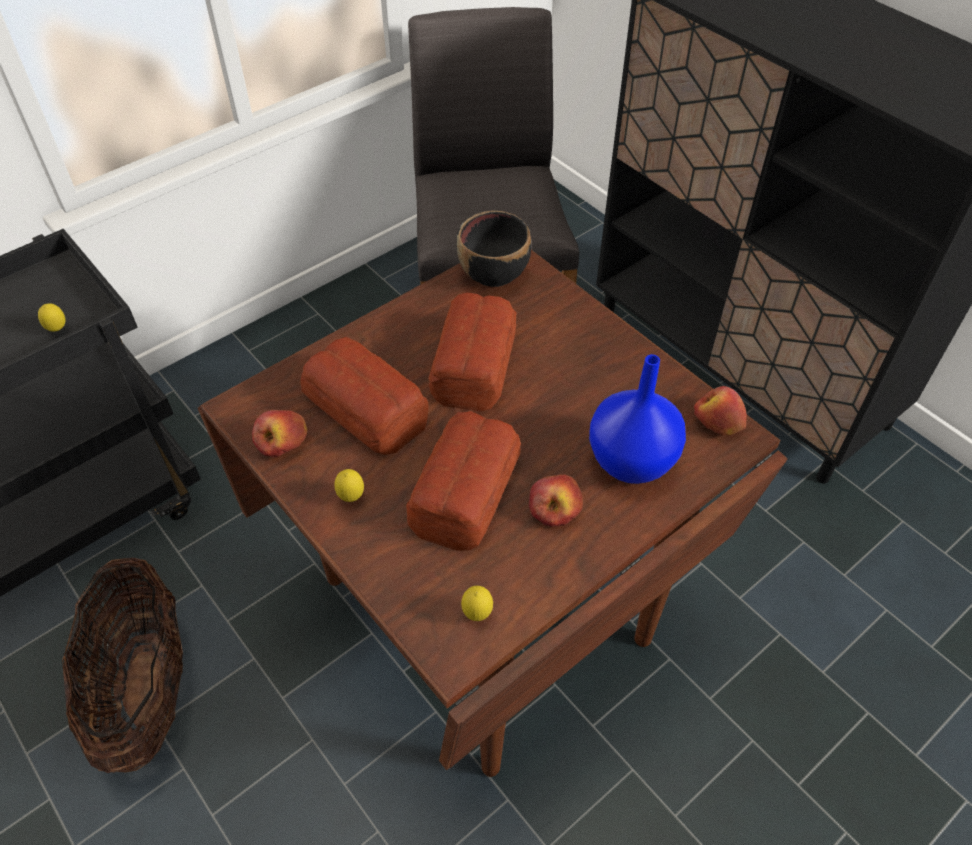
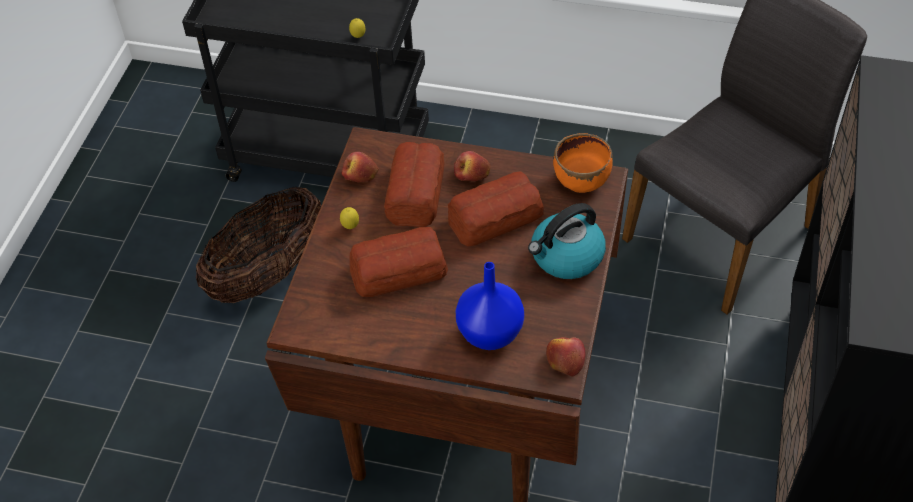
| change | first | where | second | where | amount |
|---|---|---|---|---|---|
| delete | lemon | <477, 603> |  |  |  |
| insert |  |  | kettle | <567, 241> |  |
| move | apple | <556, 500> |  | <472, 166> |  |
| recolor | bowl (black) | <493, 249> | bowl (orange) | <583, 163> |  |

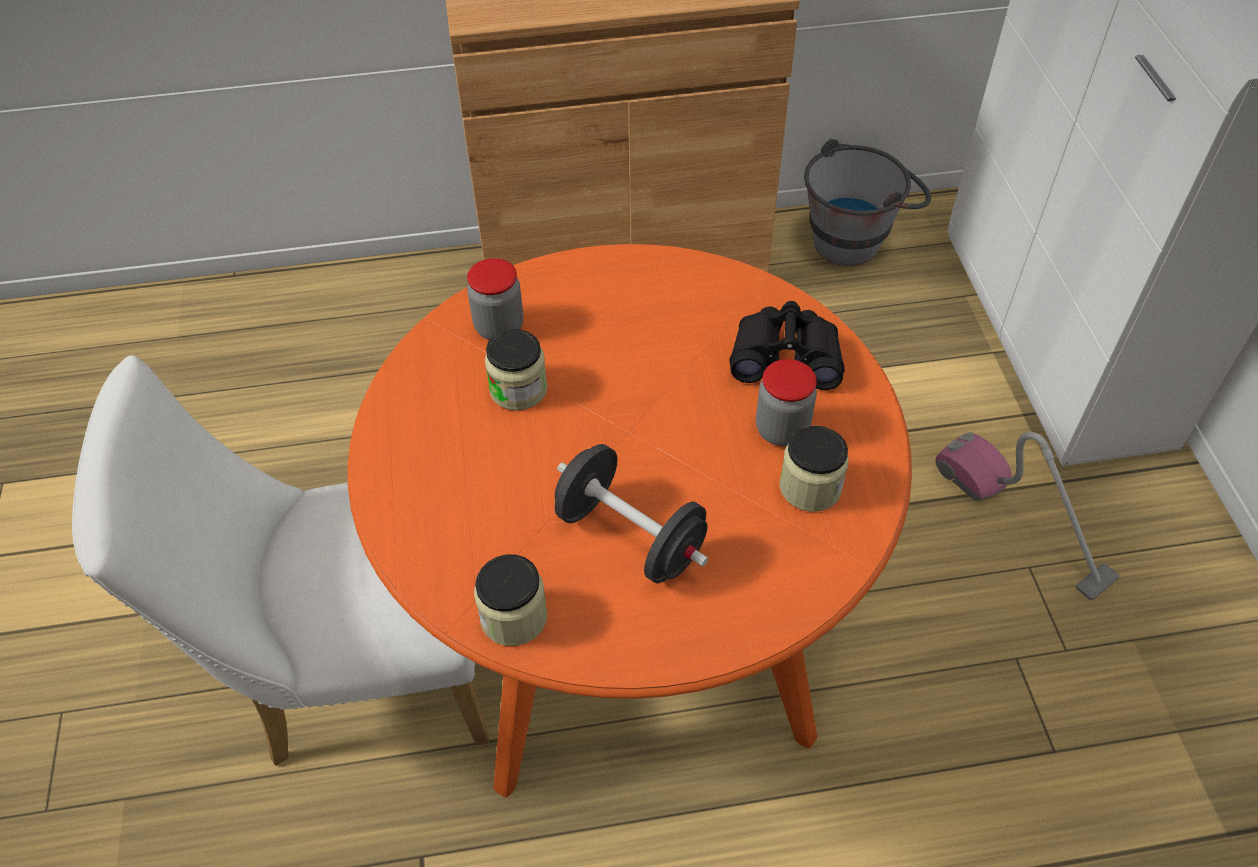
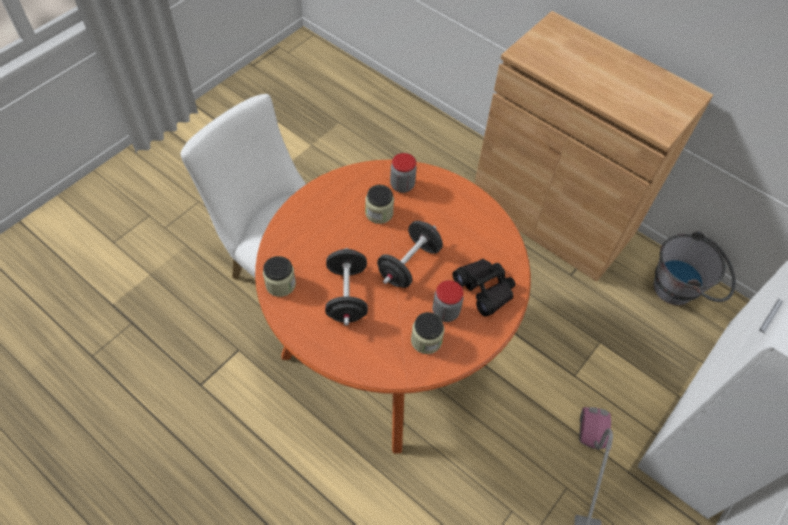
| change | first | where | second | where | amount |
|---|---|---|---|---|---|
| insert |  |  | dumbbell (black) | <410, 254> |  |

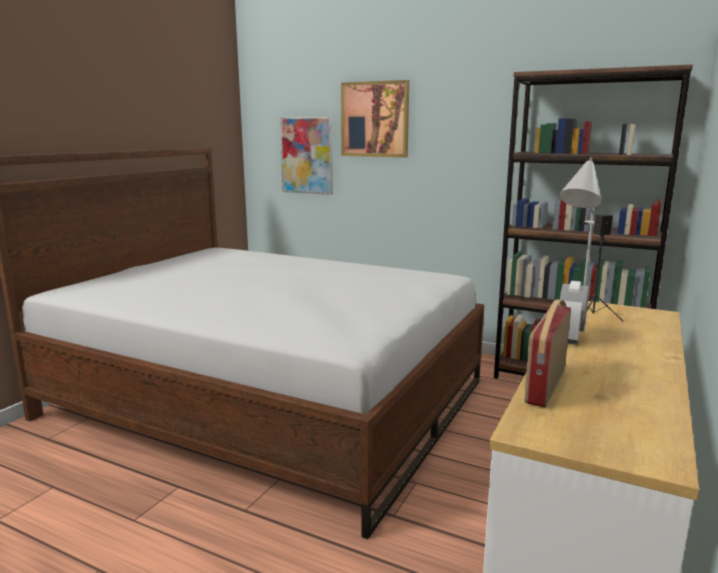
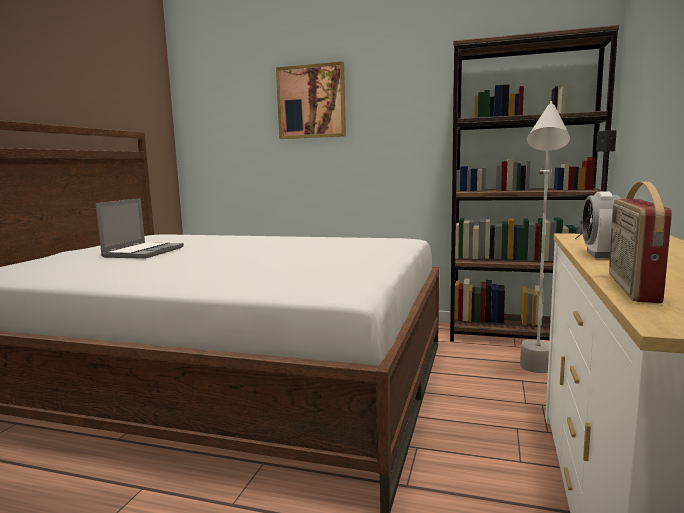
| change | first | where | second | where | amount |
|---|---|---|---|---|---|
| delete | picture | <306, 155> |  |  |  |
| insert |  |  | laptop | <139, 228> |  |

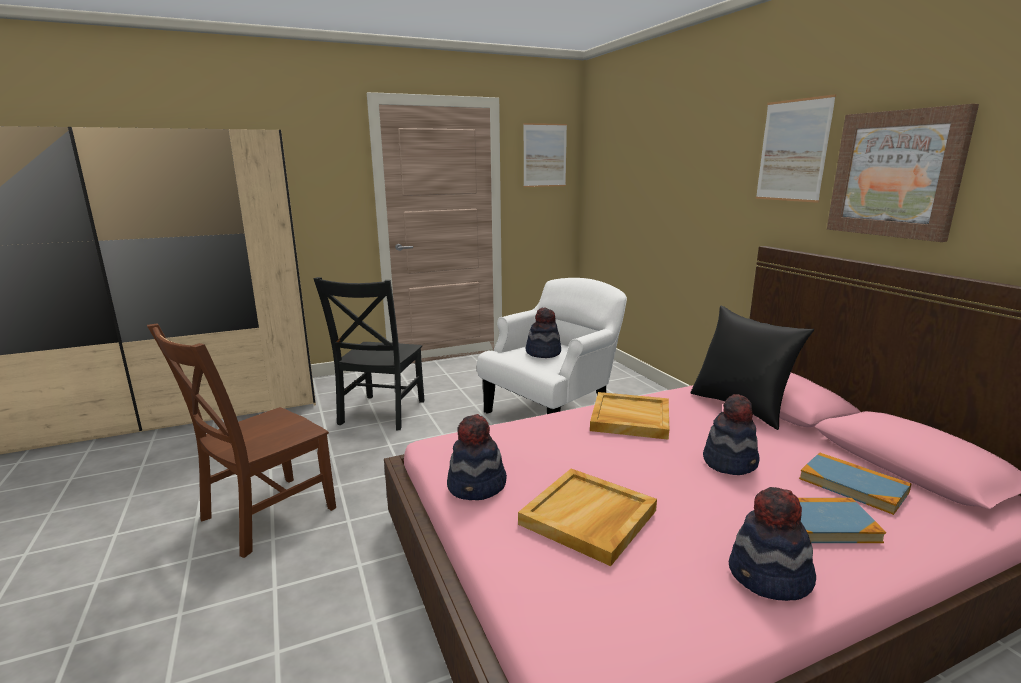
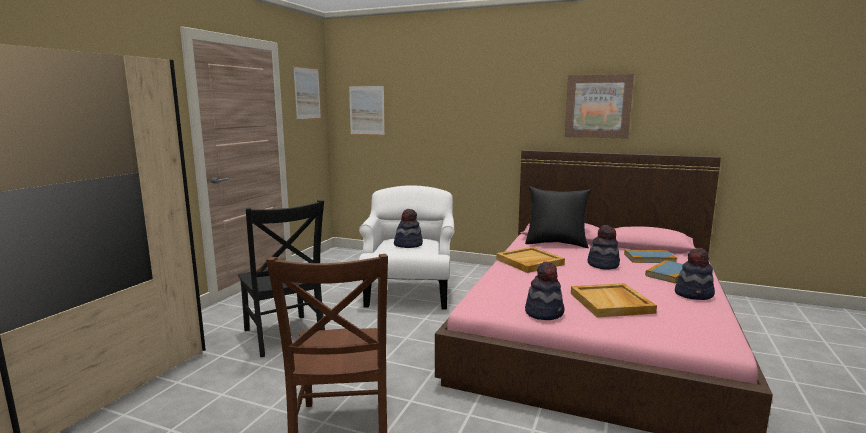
| change | first | where | second | where | amount |
|---|---|---|---|---|---|
| move | picture | <796, 148> |  | <367, 110> |  |

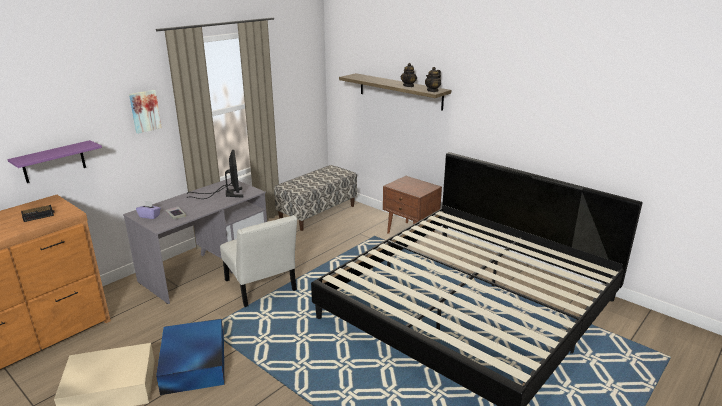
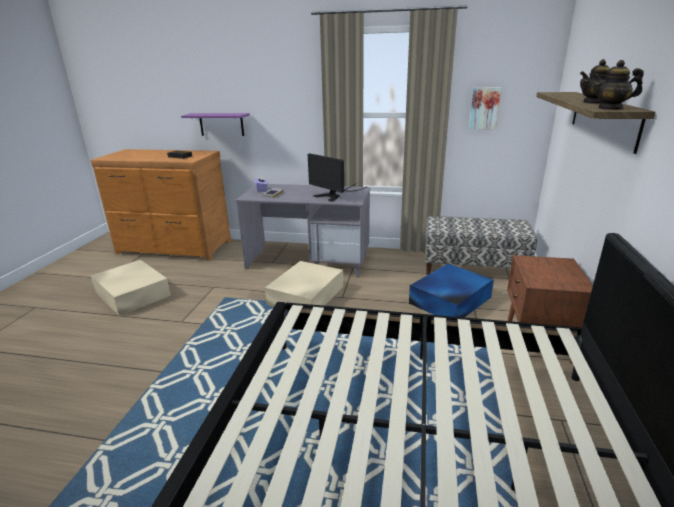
| change | first | where | second | where | amount |
|---|---|---|---|---|---|
| move | picture | <145, 112> |  | <485, 108> |  |
| move | storage box (blue) | <190, 357> |  | <451, 290> |  |
| replace | chair (white) | <258, 261> | storage box (beige) | <304, 284> |  |
| rotate | monitor | <215, 174> |  | <338, 178> | 90 degrees clockwise |

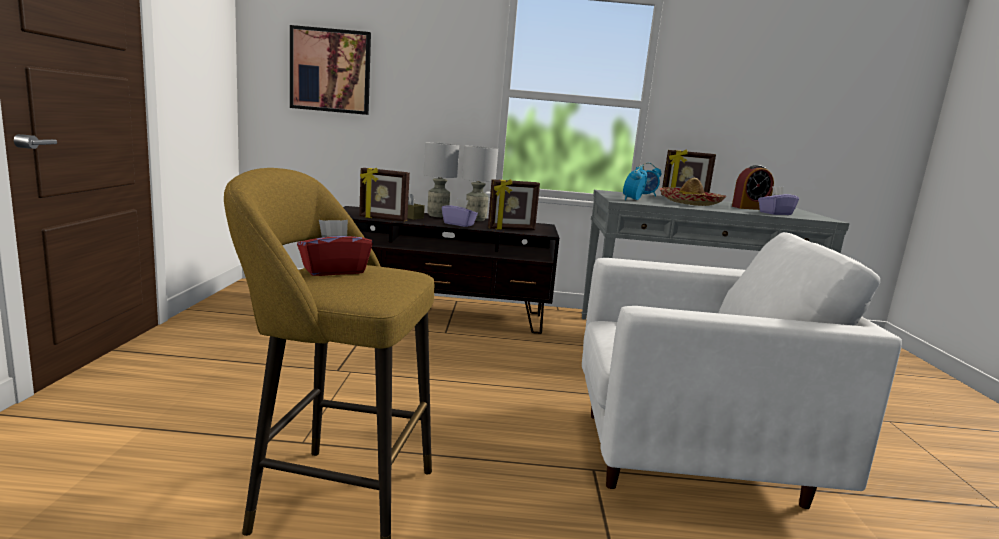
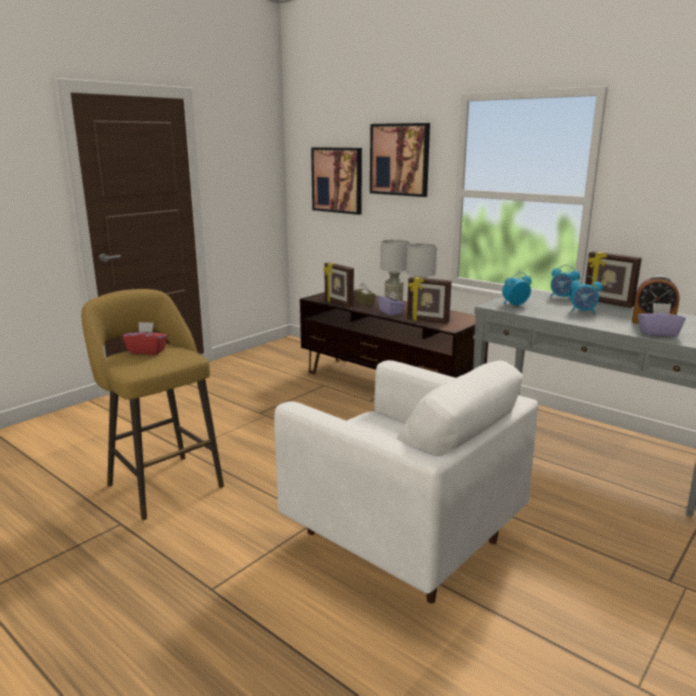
| change | first | where | second | where | amount |
|---|---|---|---|---|---|
| insert |  |  | picture | <400, 160> |  |
| replace | hat | <692, 192> | alarm clock | <586, 295> |  |

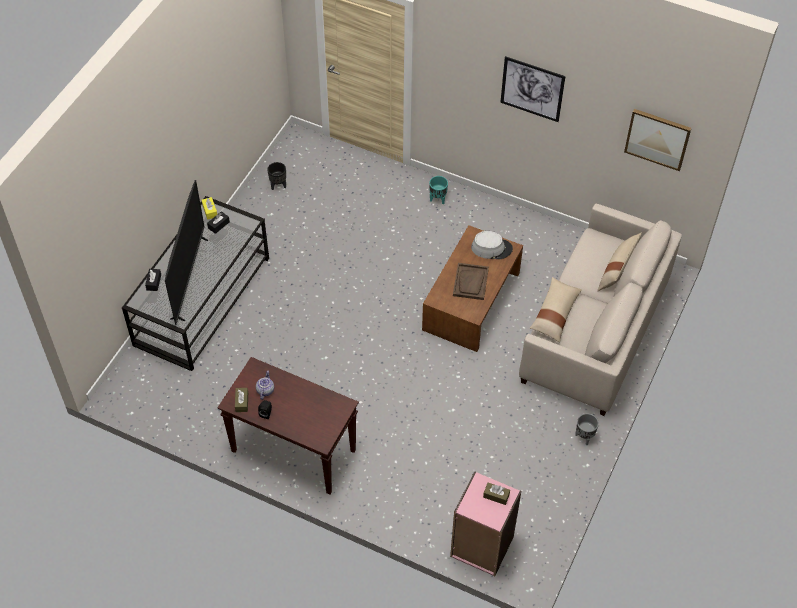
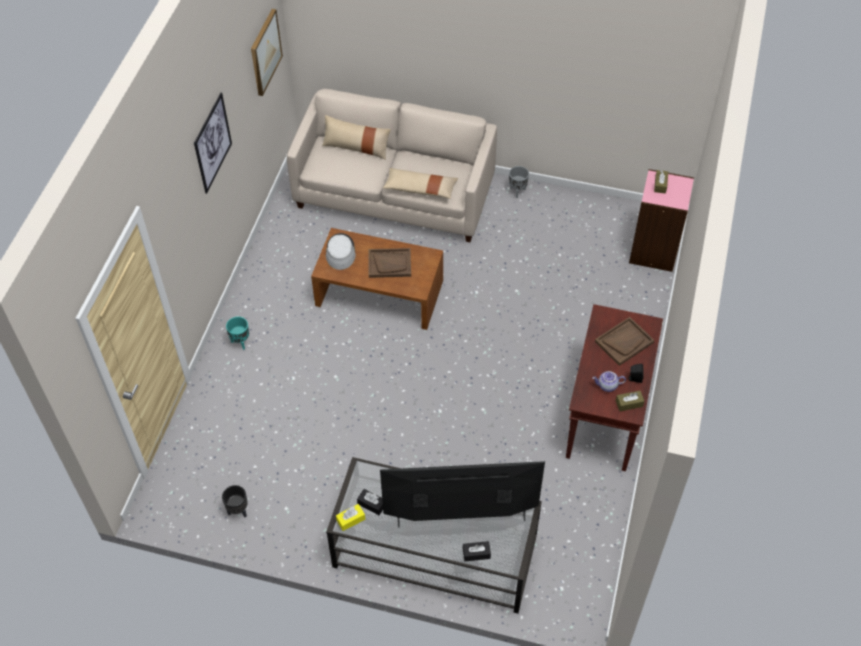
| change | first | where | second | where | amount |
|---|---|---|---|---|---|
| insert |  |  | tray (brown) | <624, 341> |  |

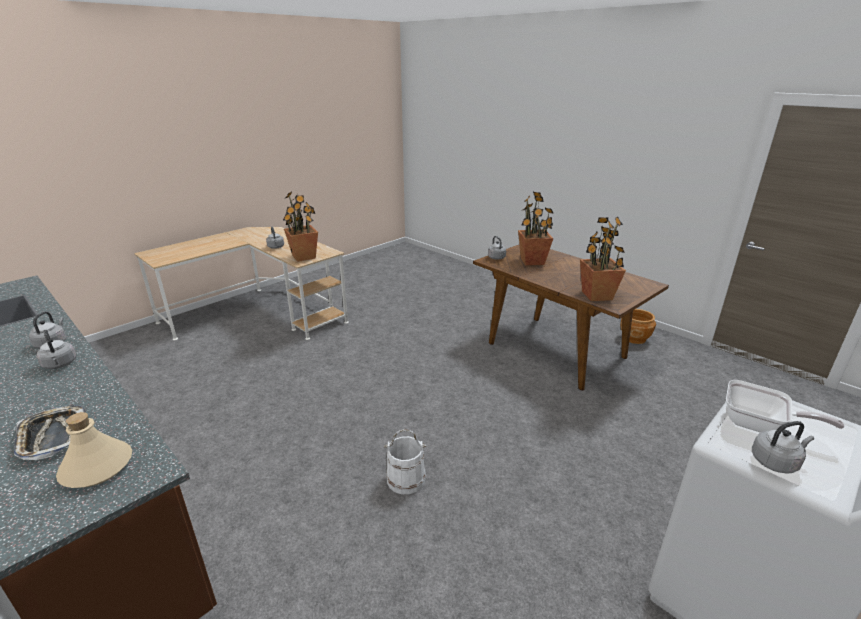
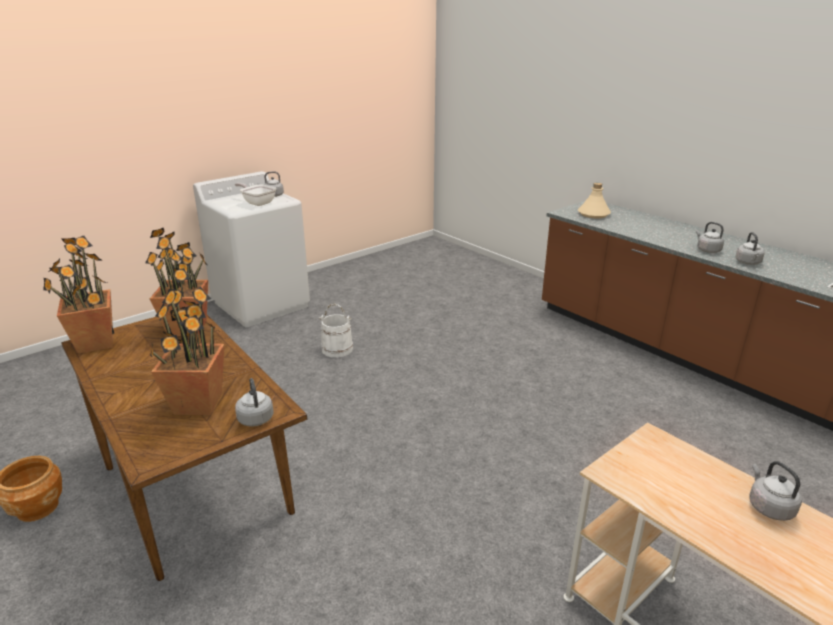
| change | first | where | second | where | amount |
|---|---|---|---|---|---|
| delete | tray | <50, 432> |  |  |  |
| move | potted plant | <300, 227> |  | <78, 295> |  |
| move | bucket (white) | <405, 462> |  | <336, 331> |  |

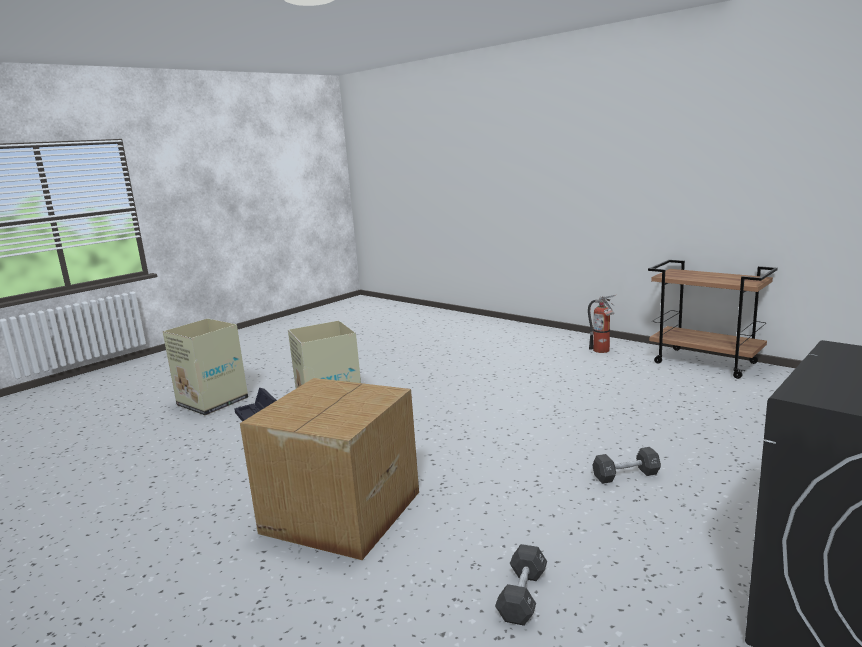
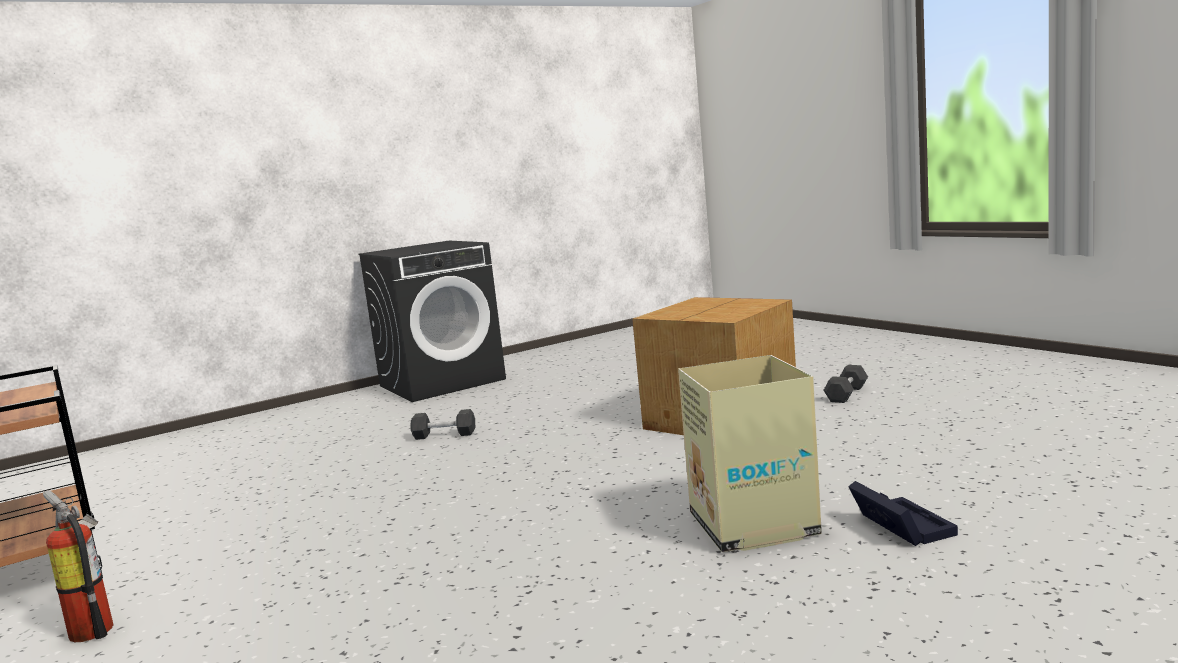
| change | first | where | second | where | amount |
|---|---|---|---|---|---|
| delete | cardboard box | <205, 367> |  |  |  |
| move | dumbbell (black) | <521, 585> |  | <846, 384> |  |

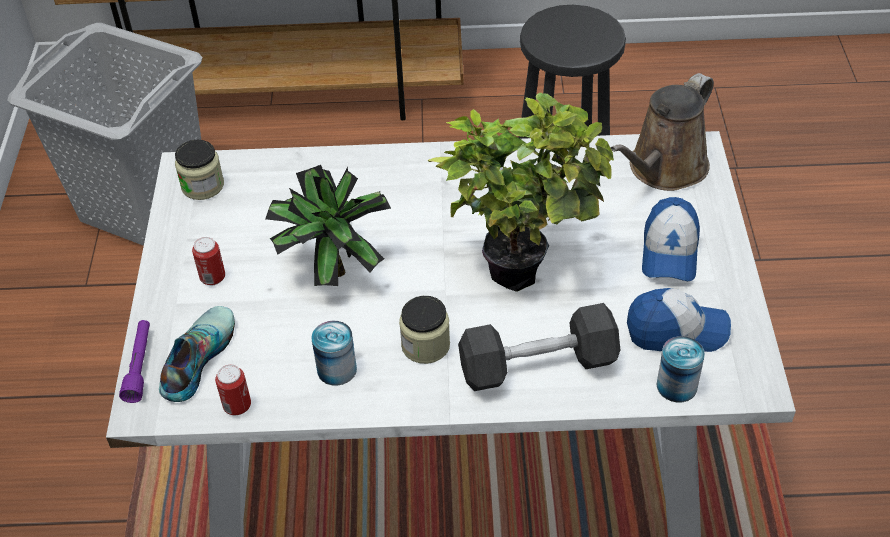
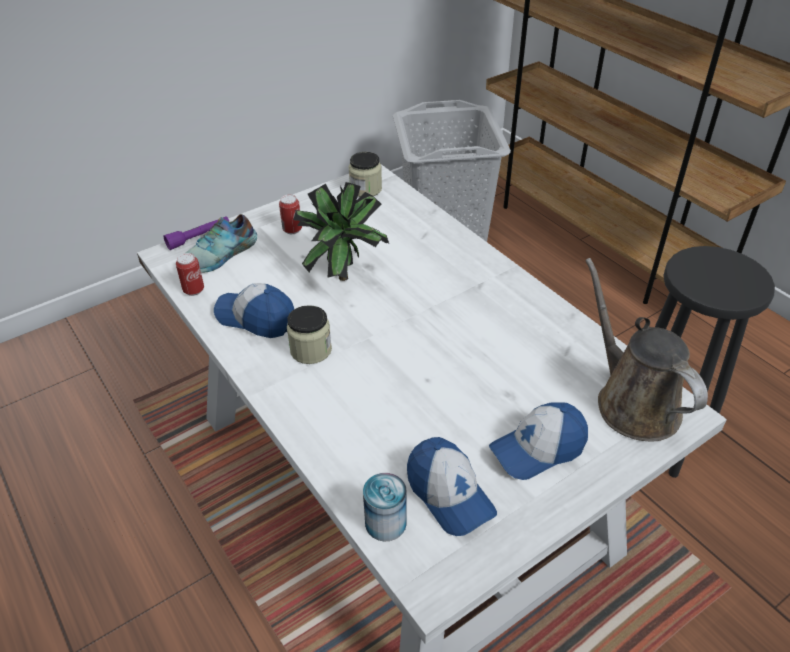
| change | first | where | second | where | amount |
|---|---|---|---|---|---|
| delete | potted plant | <521, 192> |  |  |  |
| delete | dumbbell (grey) | <539, 347> |  |  |  |
| replace | can | <334, 353> | cap | <254, 310> |  |
| rotate | shoe | <197, 354> |  | <221, 243> | 150 degrees clockwise |
| rotate | watering can (brown) | <662, 132> |  | <646, 349> | 60 degrees clockwise |

